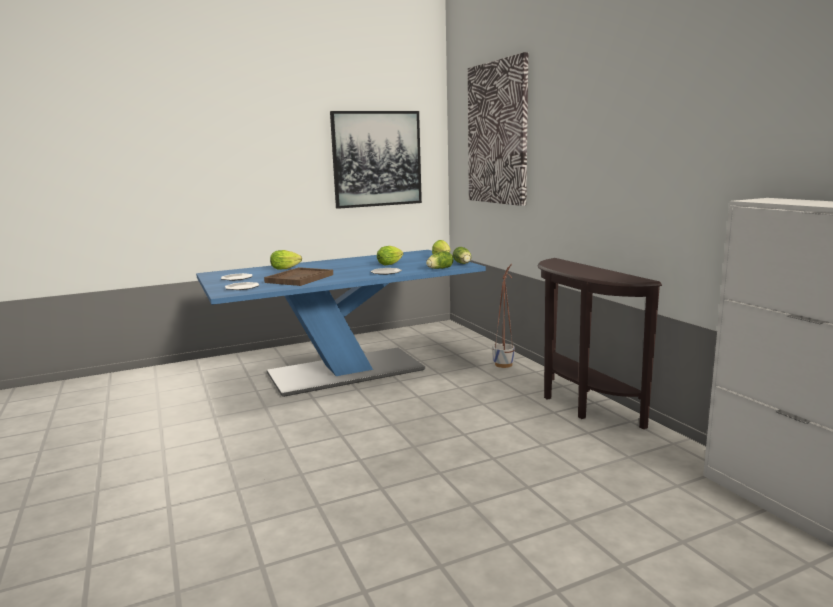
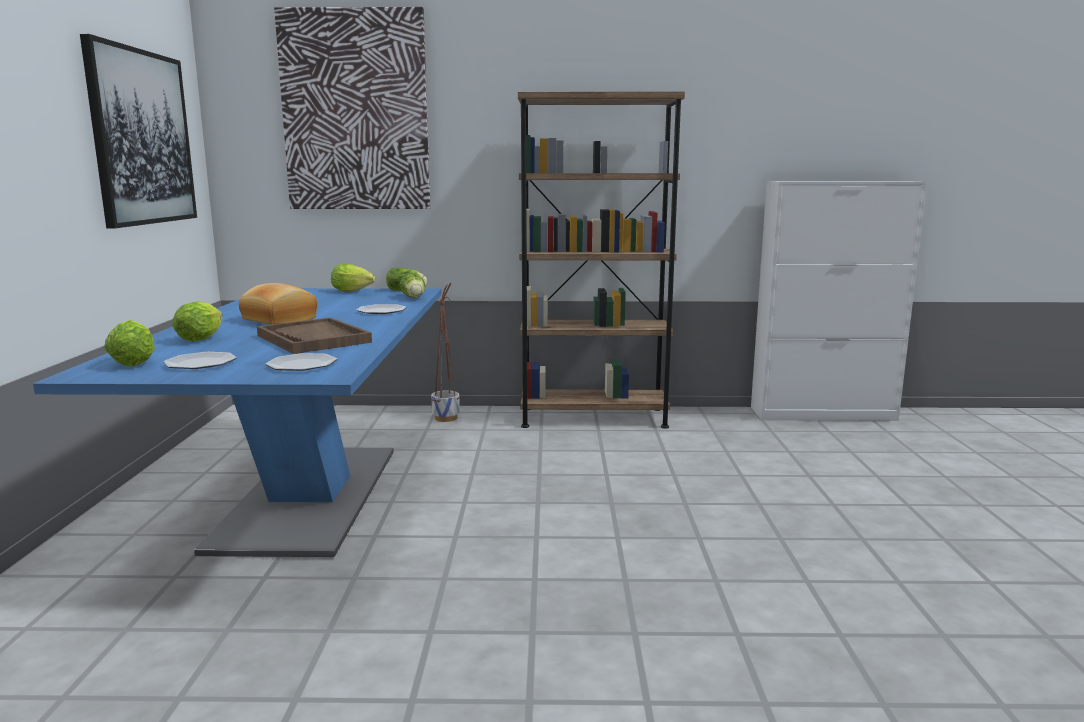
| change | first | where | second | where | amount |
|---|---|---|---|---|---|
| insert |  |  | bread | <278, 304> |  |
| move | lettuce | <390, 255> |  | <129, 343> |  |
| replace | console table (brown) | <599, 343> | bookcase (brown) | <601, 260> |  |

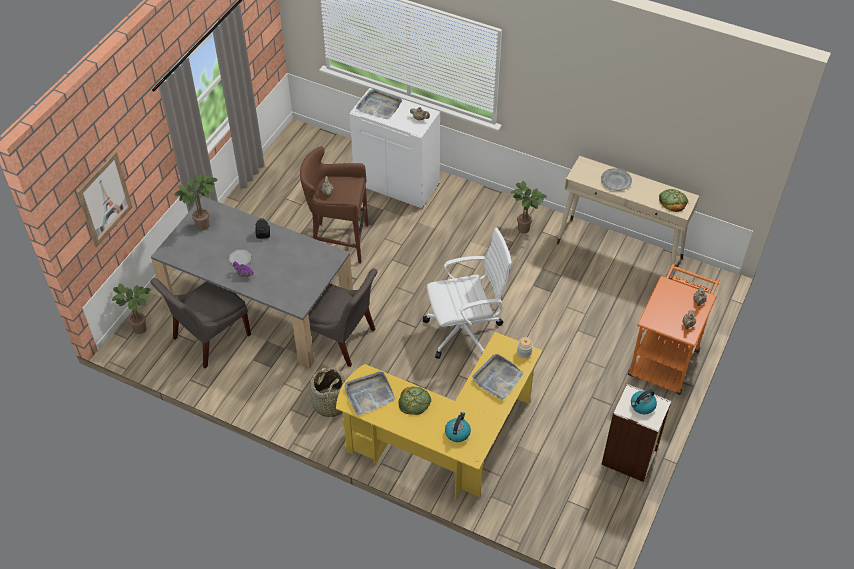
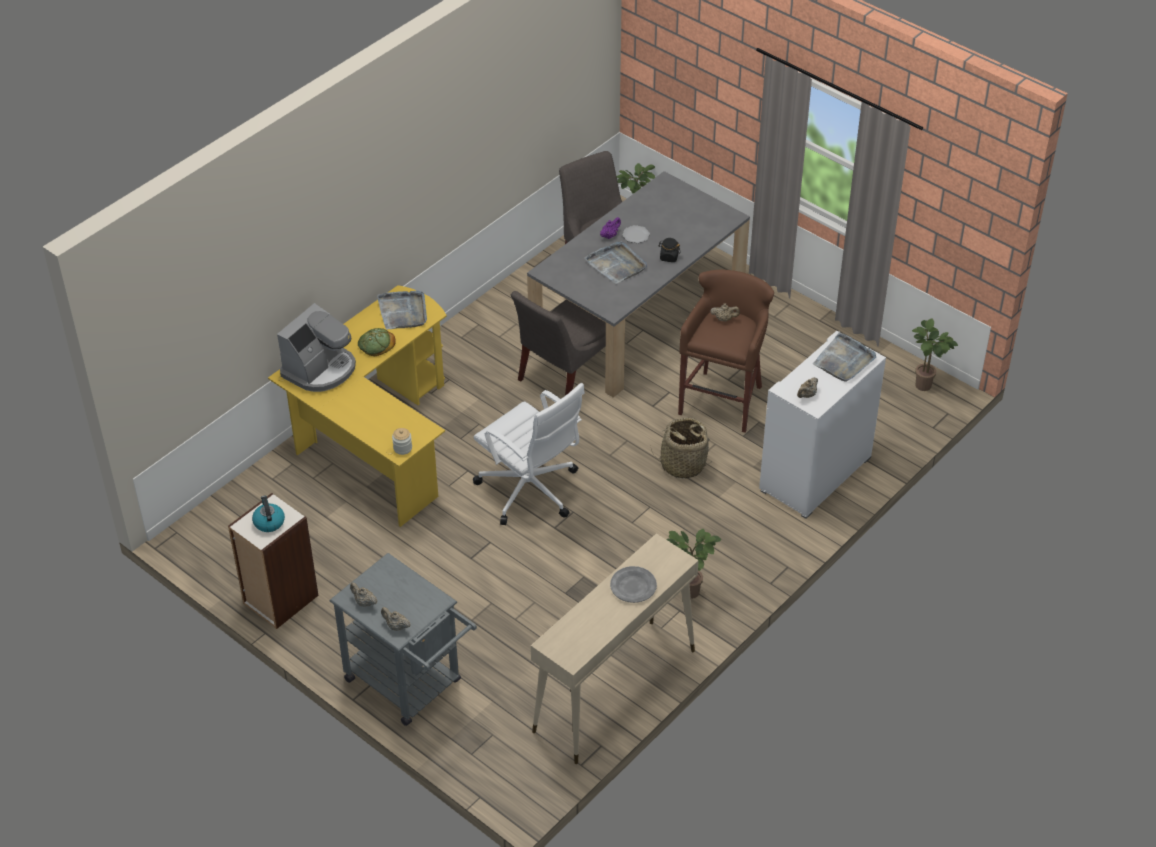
| change | first | where | second | where | amount |
|---|---|---|---|---|---|
| delete | picture | <104, 199> |  |  |  |
| delete | bread | <673, 200> |  |  |  |
| move | potted plant | <196, 202> |  | <935, 355> |  |
| move | basket | <327, 393> |  | <681, 448> |  |
| move | tray (grey) | <498, 377> |  | <615, 262> |  |
| replace | kettle | <458, 427> | coffee machine | <316, 347> |  |
| recolor | cart (orange) | <673, 329> | cart (grey) | <403, 639> |  |
| rotate | office chair (white) | <467, 293> |  | <529, 454> | 45 degrees counterclockwise |

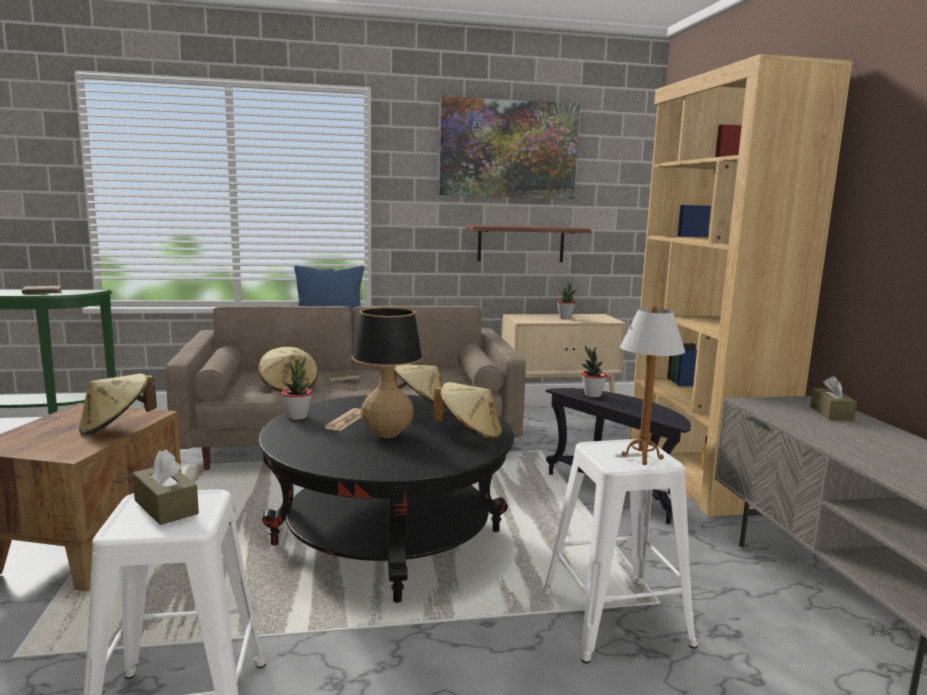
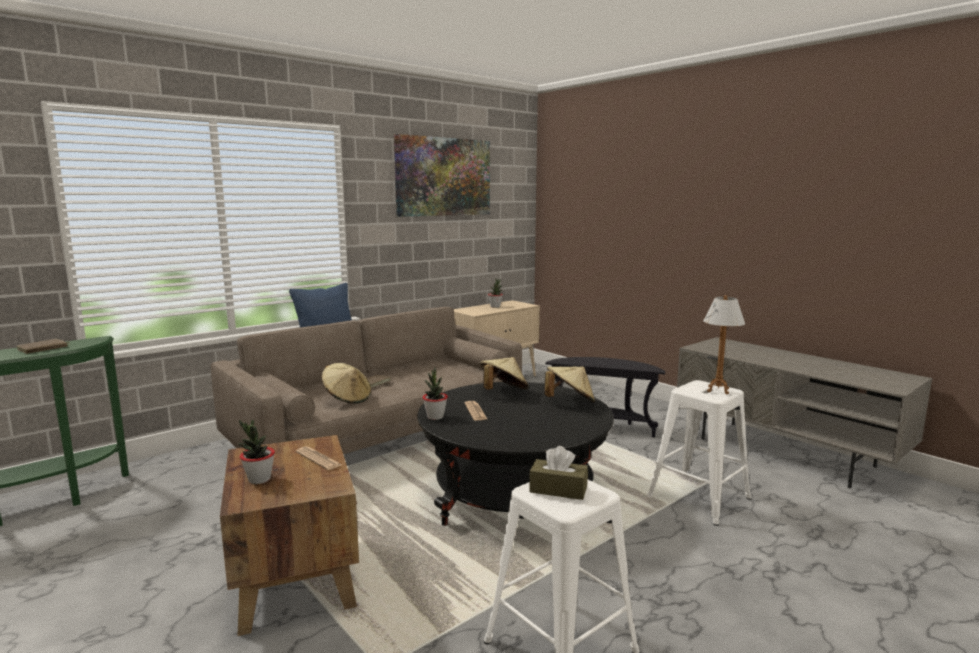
| change | first | where | second | where | amount |
|---|---|---|---|---|---|
| delete | table lamp | <392, 384> |  |  |  |
| delete | shelf | <528, 243> |  |  |  |
| delete | bookcase (brown) | <741, 285> |  |  |  |
| delete | tissue box (brown) | <833, 398> |  |  |  |
| move | potted plant | <594, 371> |  | <257, 451> |  |
| replace | hat (beige) | <118, 404> | newspaper | <319, 458> |  |

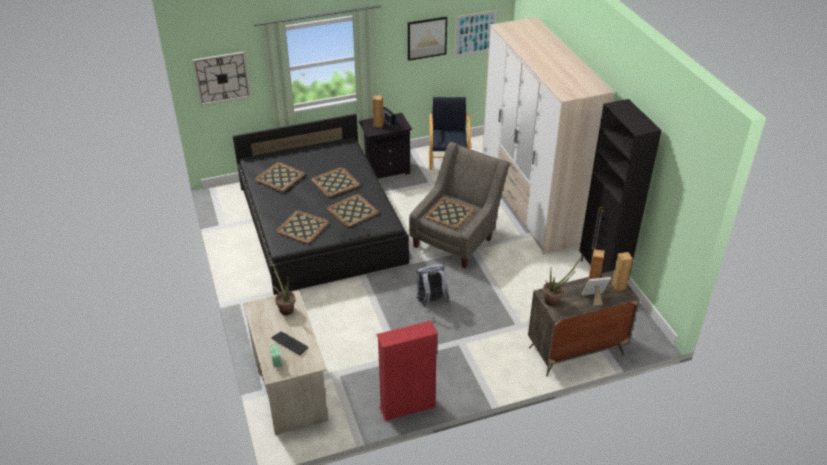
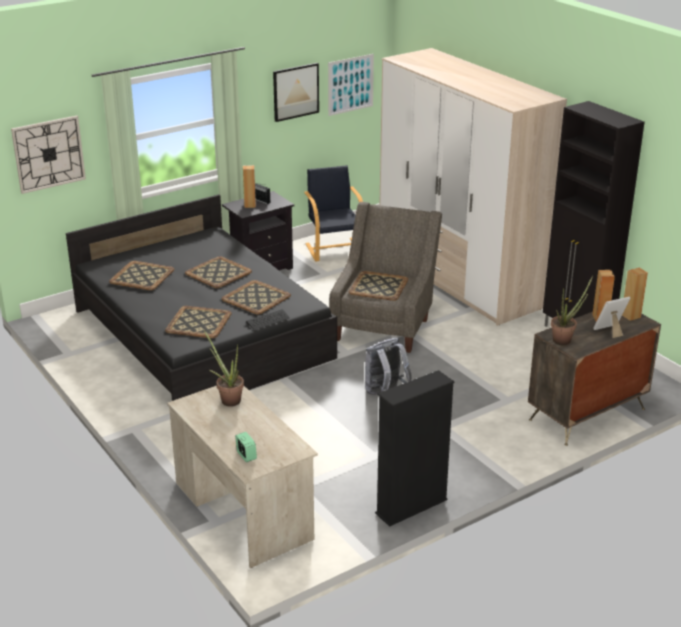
| change | first | where | second | where | amount |
|---|---|---|---|---|---|
| delete | keyboard | <290, 343> |  |  |  |
| recolor | bookcase (red) | <407, 371> | bookcase (black) | <415, 448> |  |

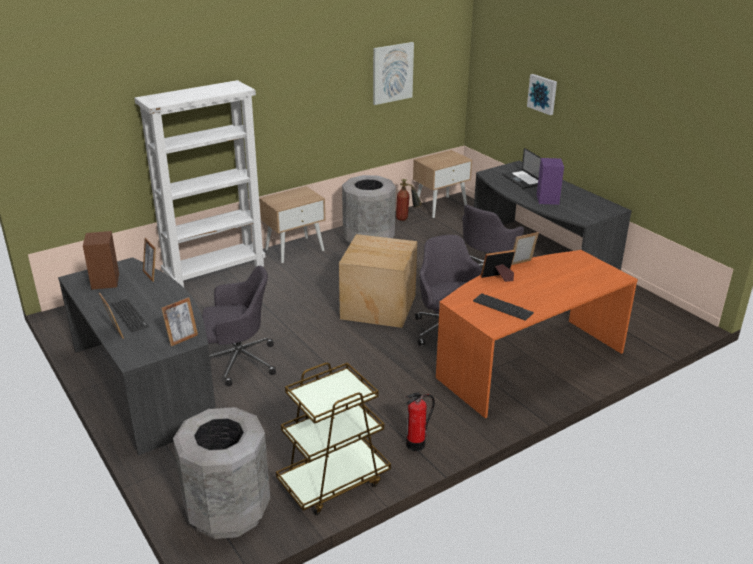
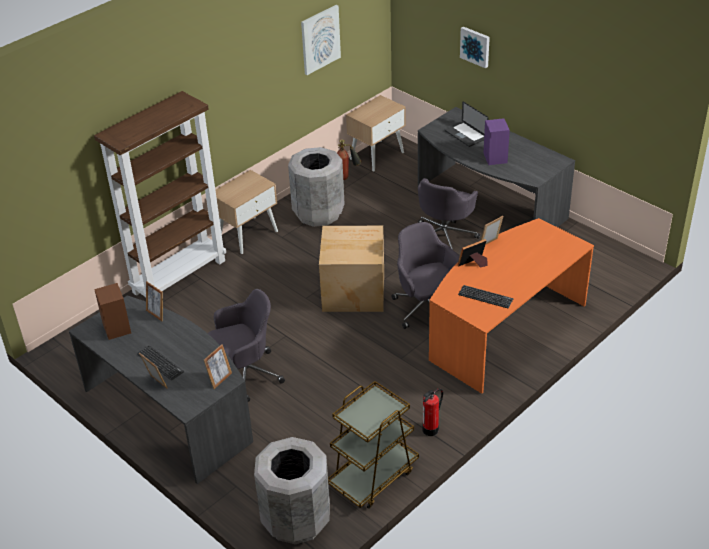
| change | first | where | second | where | amount |
|---|---|---|---|---|---|
| recolor | bookcase (white) | <199, 184> | bookcase (brown) | <160, 194> |  |

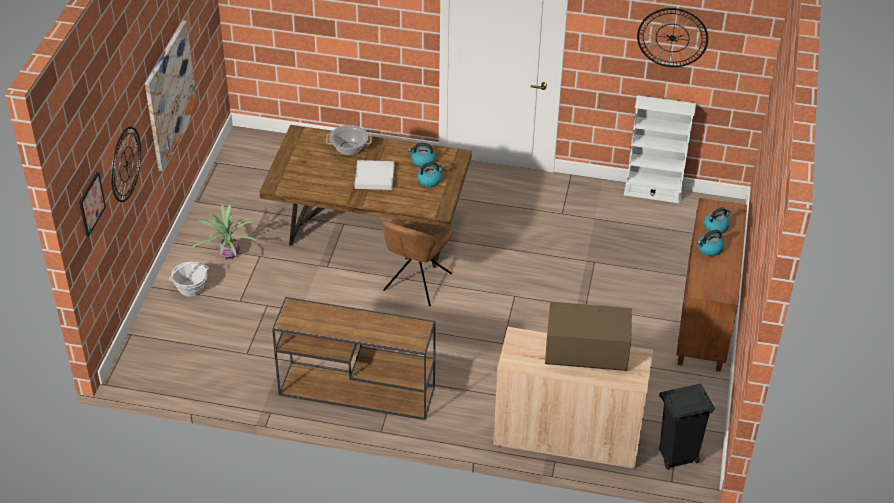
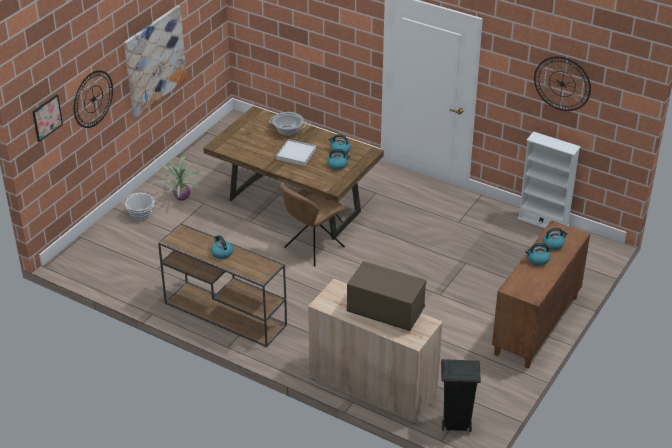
| change | first | where | second | where | amount |
|---|---|---|---|---|---|
| insert |  |  | kettle | <222, 247> |  |

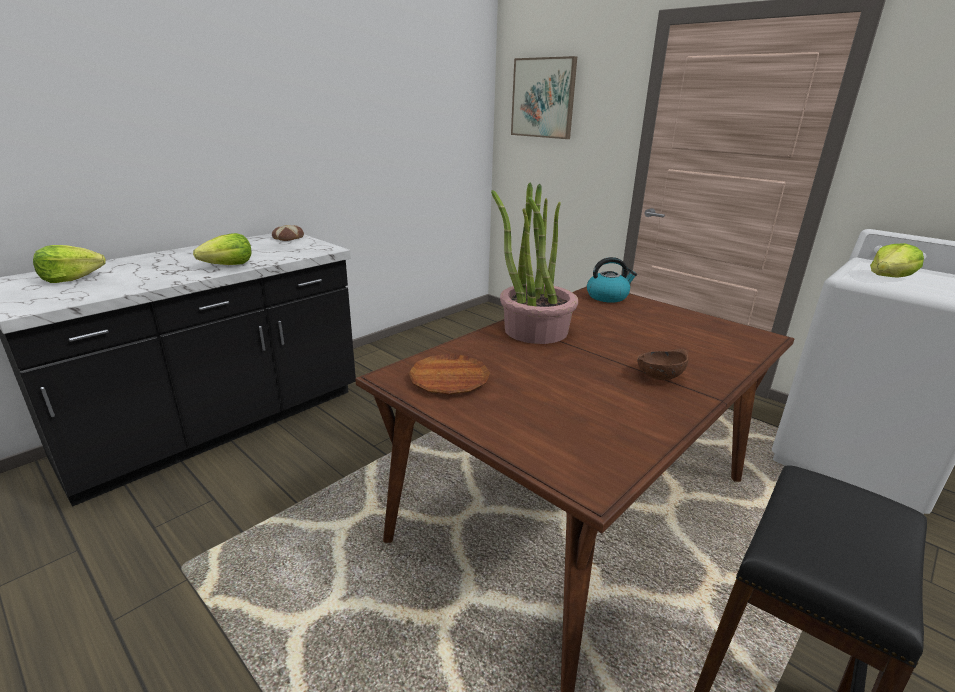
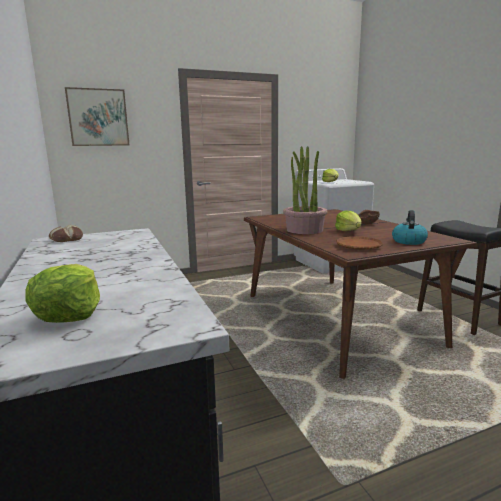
| change | first | where | second | where | amount |
|---|---|---|---|---|---|
| move | lettuce | <222, 249> |  | <348, 220> |  |
| move | kettle | <612, 280> |  | <410, 227> |  |

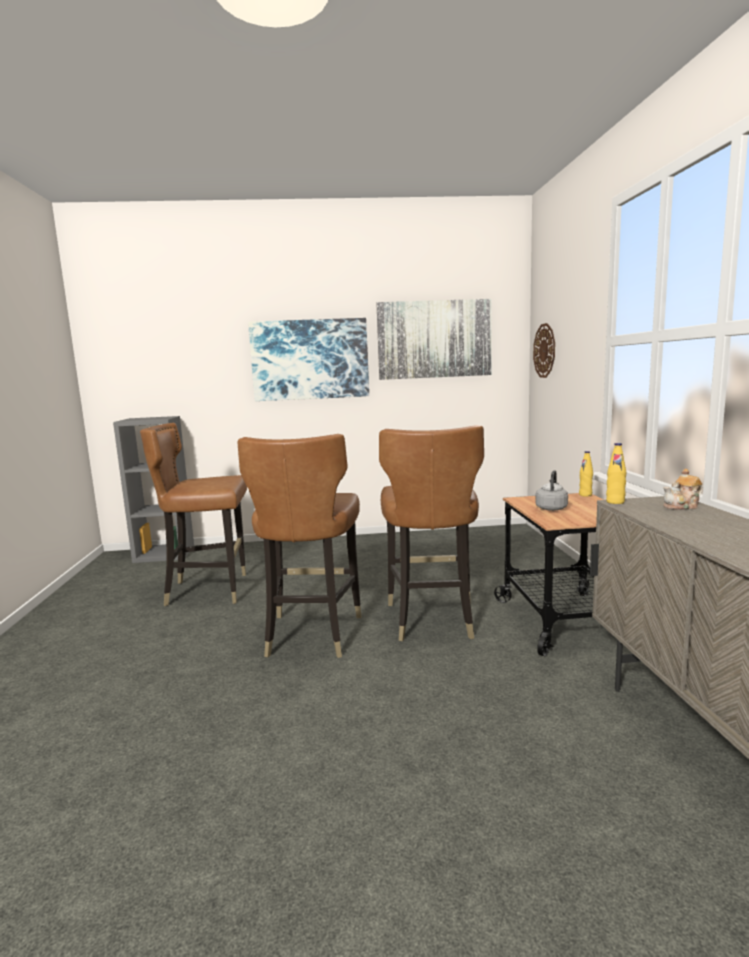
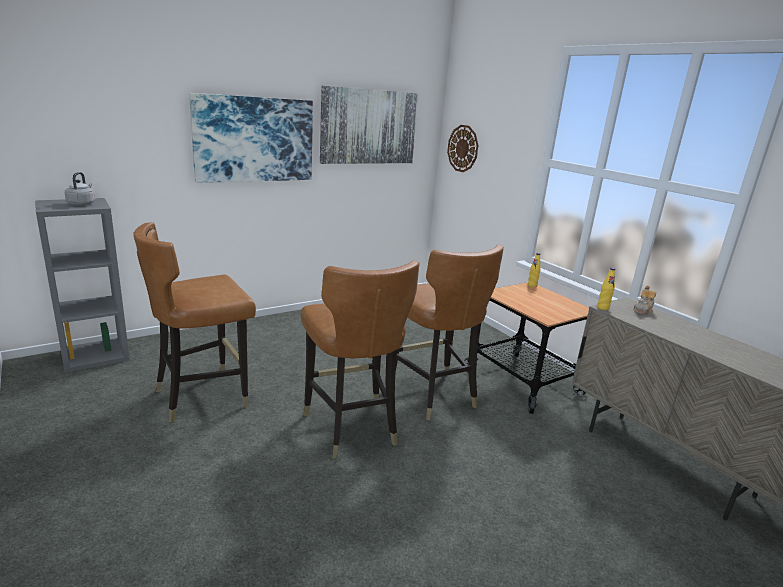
| change | first | where | second | where | amount |
|---|---|---|---|---|---|
| move | kettle (grey) | <551, 490> |  | <80, 189> |  |

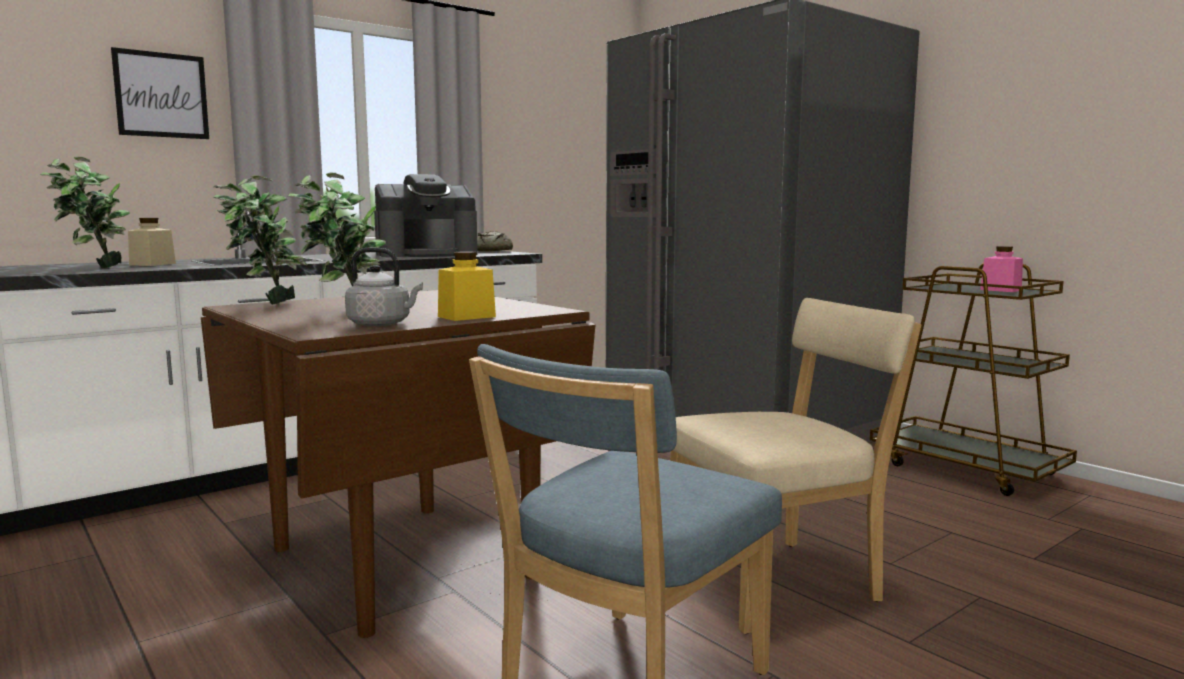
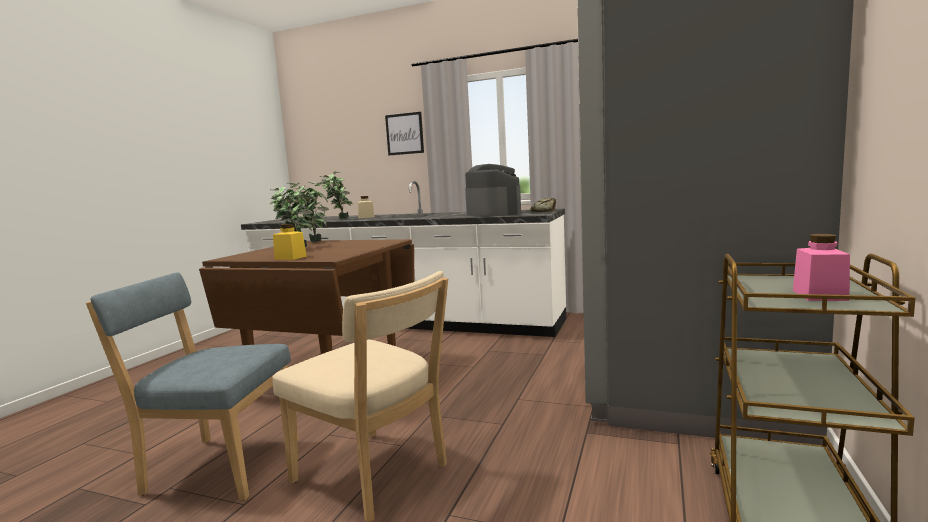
| change | first | where | second | where | amount |
|---|---|---|---|---|---|
| delete | kettle (grey) | <384, 286> |  |  |  |
| rotate | coffee machine | <426, 215> |  | <493, 190> | 150 degrees counterclockwise |

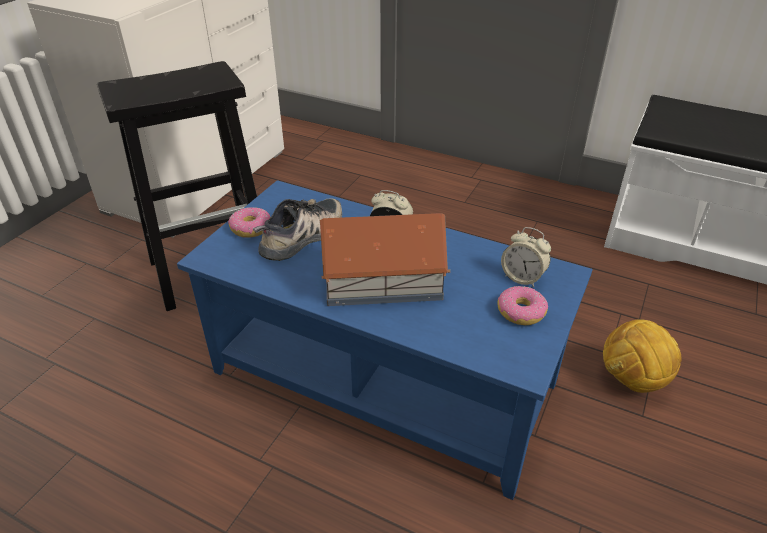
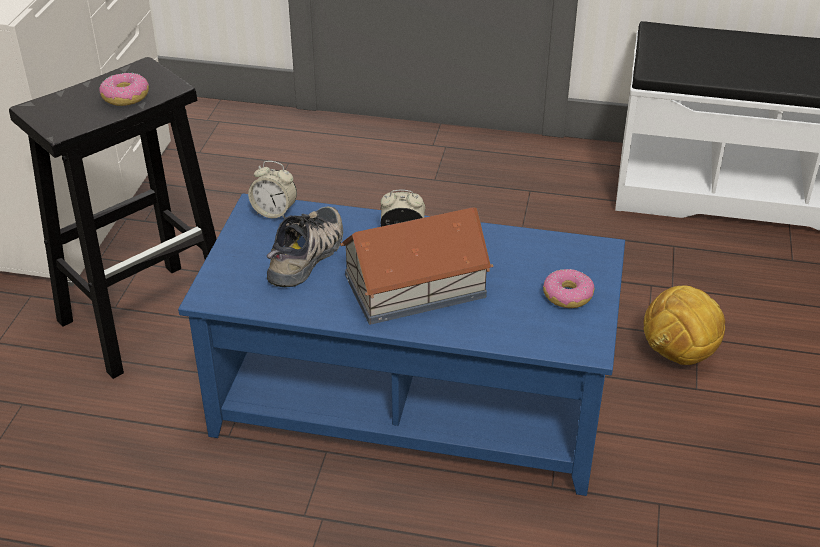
| change | first | where | second | where | amount |
|---|---|---|---|---|---|
| move | donut | <249, 222> |  | <124, 89> |  |
| move | alarm clock | <526, 257> |  | <272, 190> |  |

